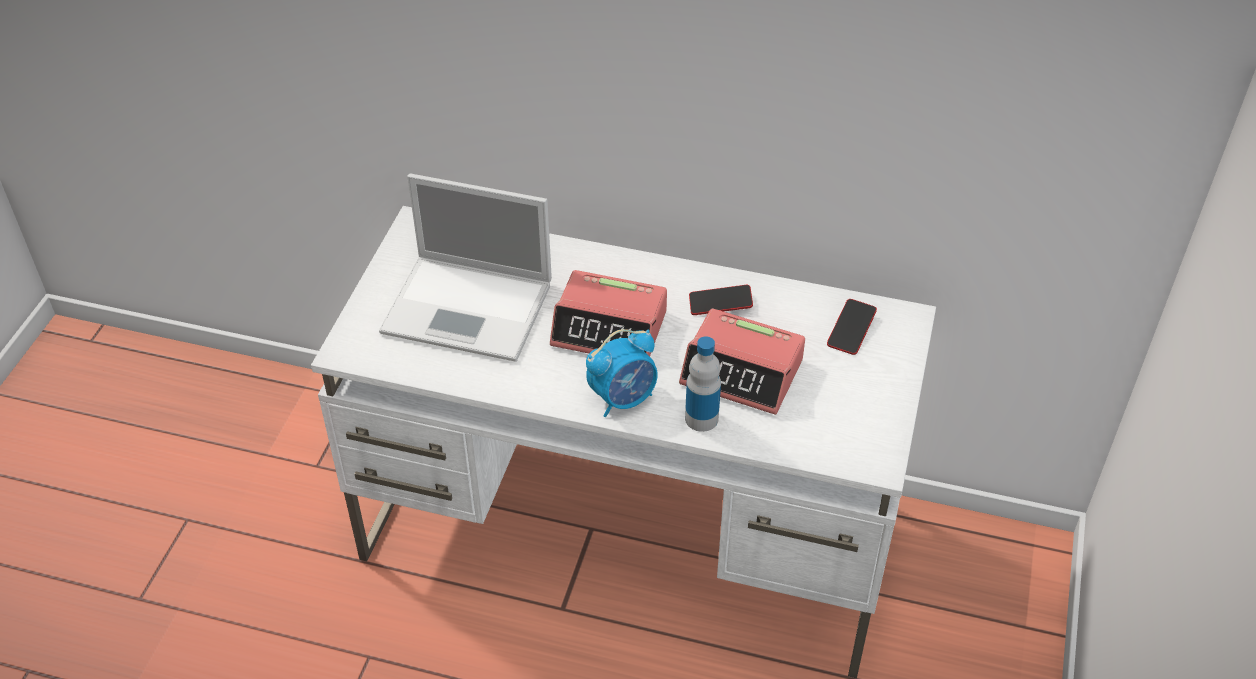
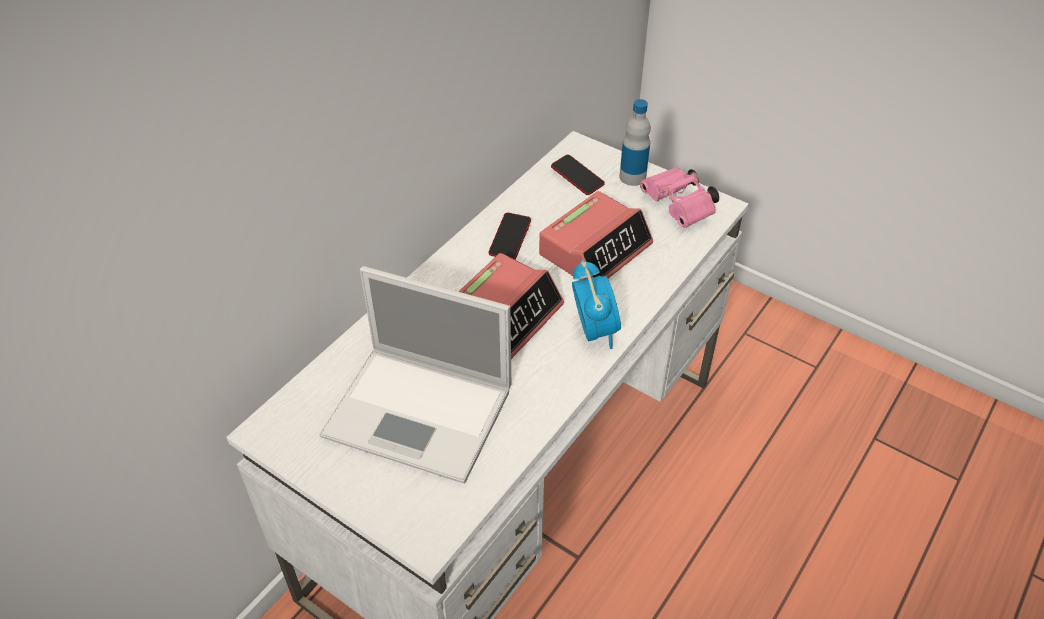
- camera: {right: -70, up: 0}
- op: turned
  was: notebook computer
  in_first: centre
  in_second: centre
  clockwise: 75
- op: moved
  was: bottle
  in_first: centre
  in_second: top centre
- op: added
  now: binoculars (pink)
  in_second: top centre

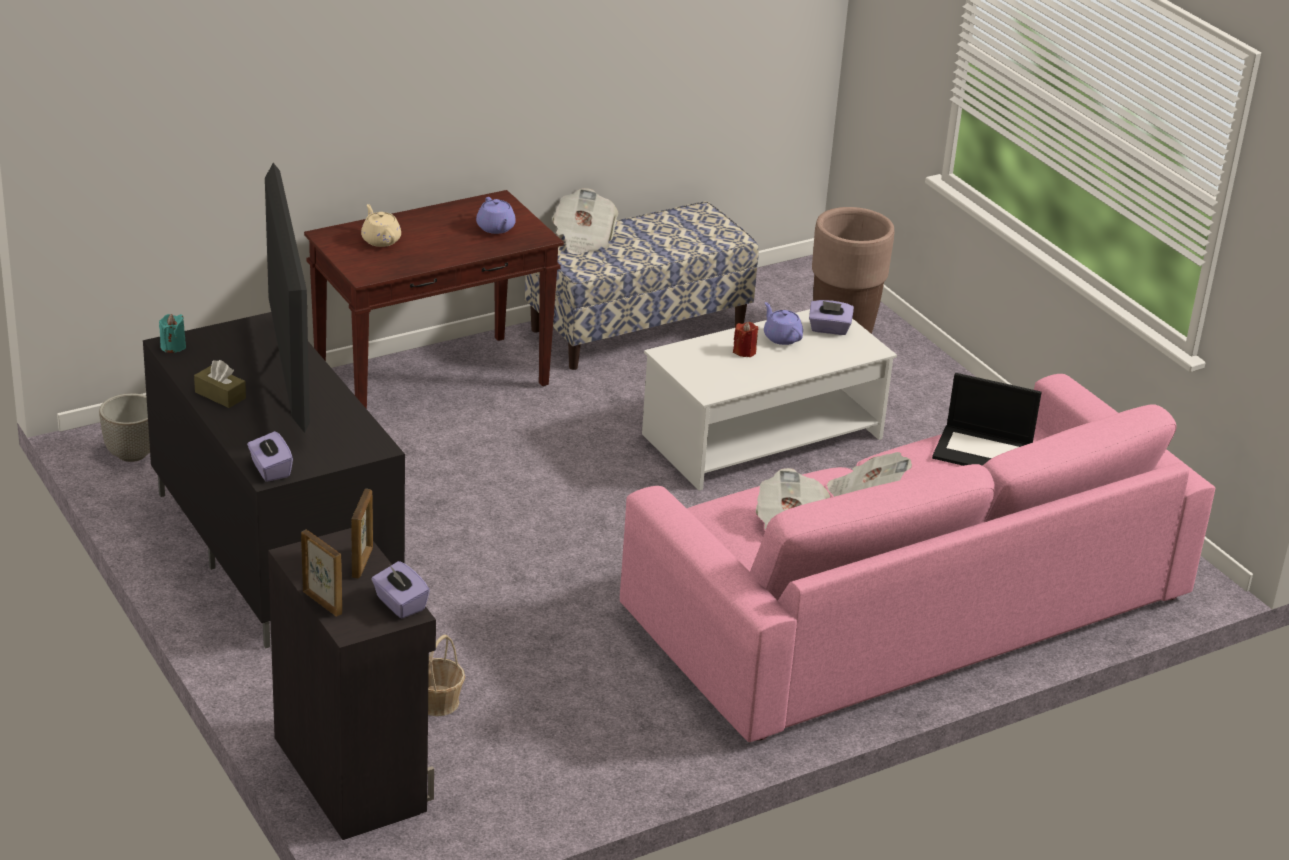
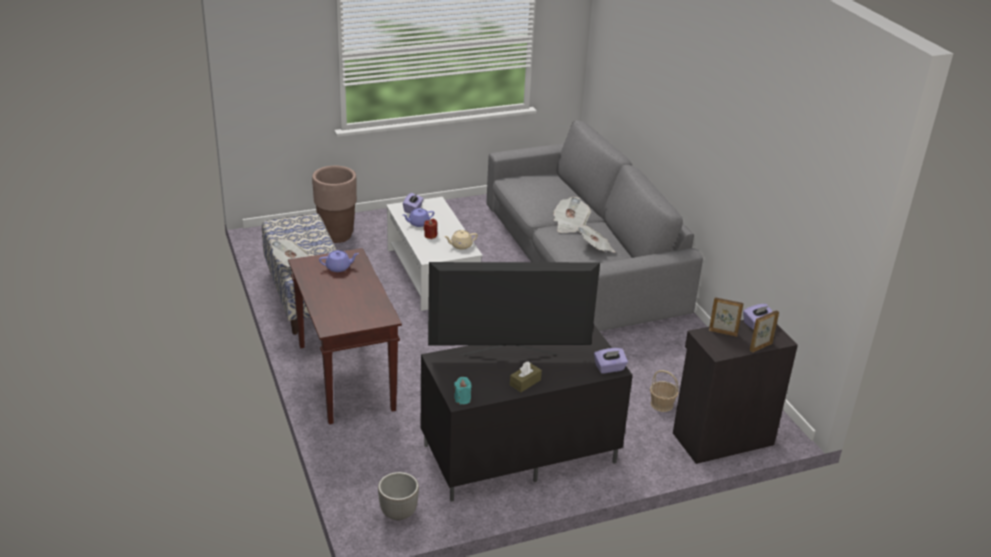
- camera: {right: -80, up: 0}
- op: moved
  was: pot for tea (beige)
  in_first: top left
  in_second: centre
- op: recoloured
  was: settee (pink)
  now: settee (grey)
  in_first: middle right
  in_second: centre
- op: removed
  was: notebook computer
  in_first: middle right

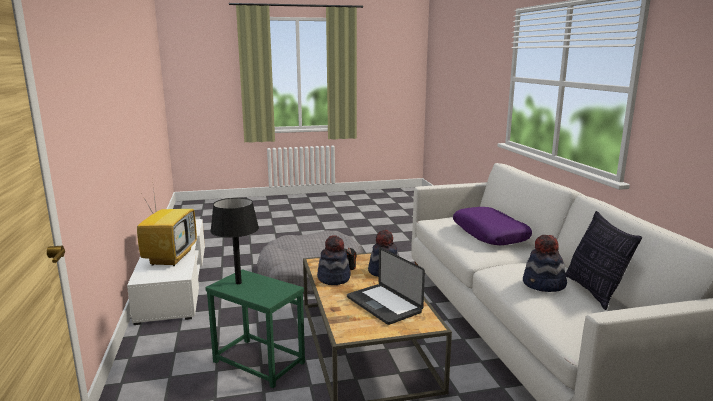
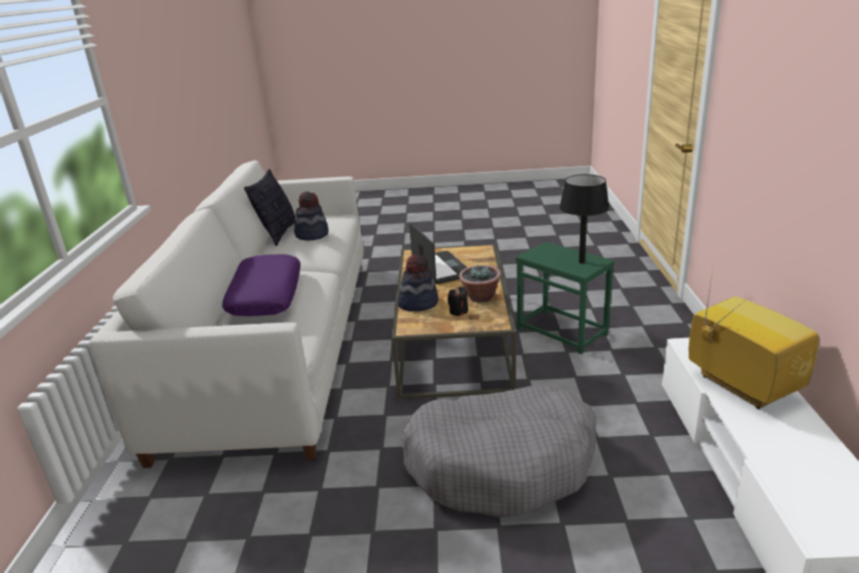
- camera: {right: -165, up: 10}
- op: turned
  was: TV set
  in_first: middle left
  in_second: middle right
  clockwise: 135
- op: replaced
  was: hat (1st from left)
  now: houseplant
  in_first: centre
  in_second: centre

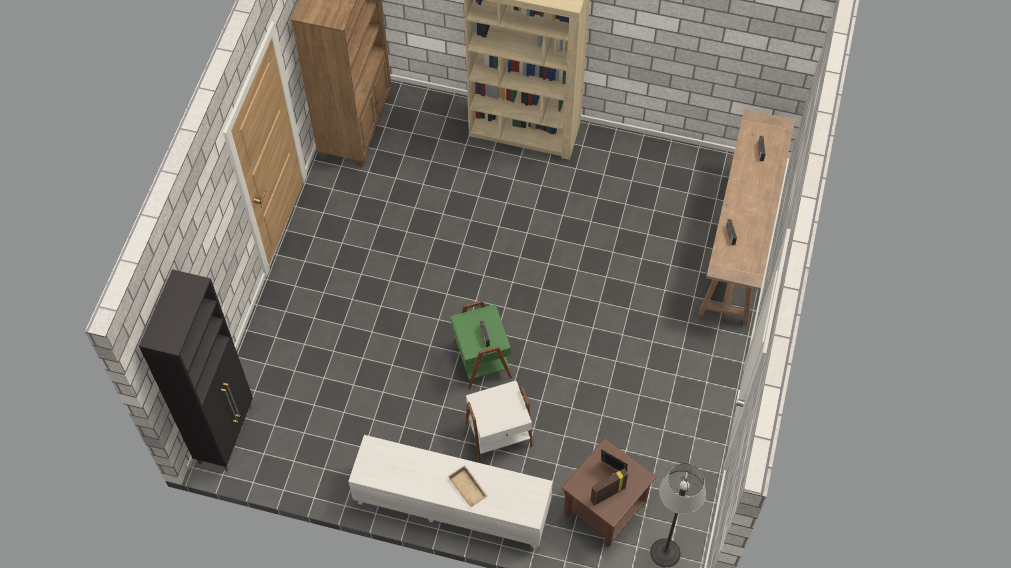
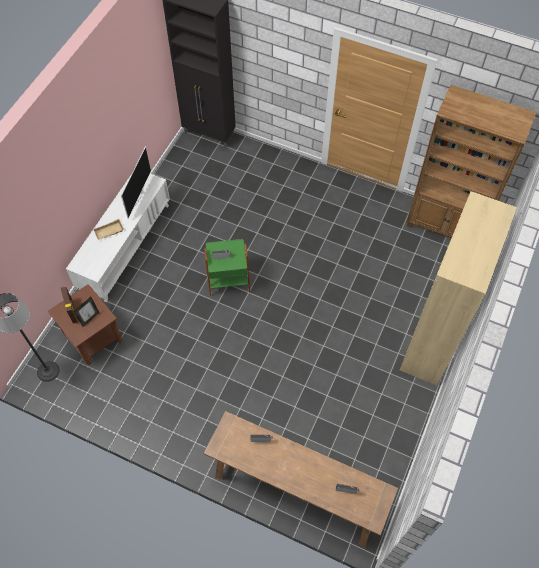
- camera: {right: 100, up: 0}
- op: removed
  was: accent table (white-coloured)
  in_first: bottom centre
- op: added
  now: TV set
  in_second: top left

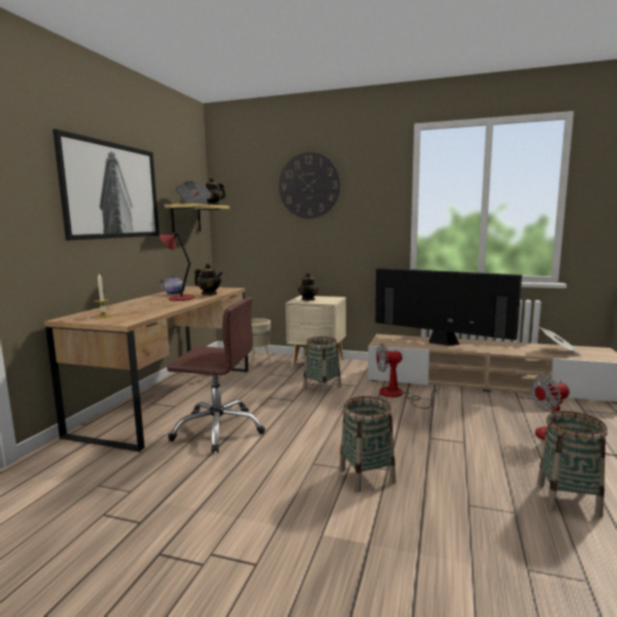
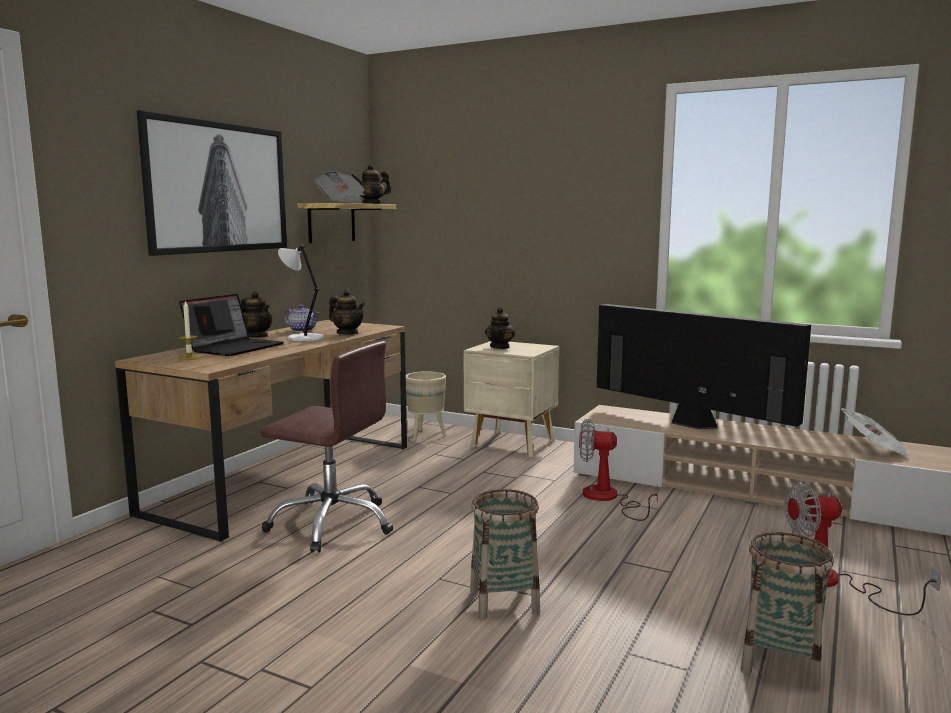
- camera: {right: 10, up: 0}
- op: recoloured
  was: tabletop lamp (red-coloured)
  now: tabletop lamp (white-coloured)
  in_first: middle left
  in_second: middle left
- op: removed
  was: hanging clock
  in_first: top centre
- op: removed
  was: household basket (1st from left)
  in_first: centre
- op: added
  now: notebook computer
  in_second: middle left
- op: added
  now: pot for tea (1st from left)
  in_second: middle left

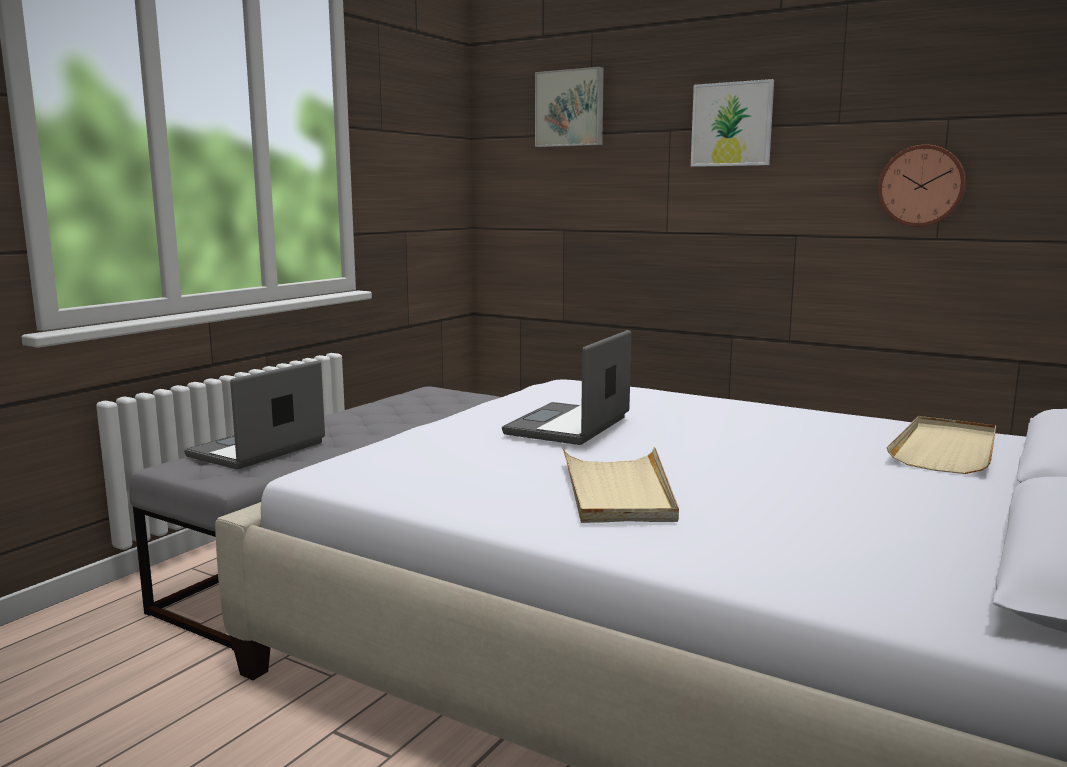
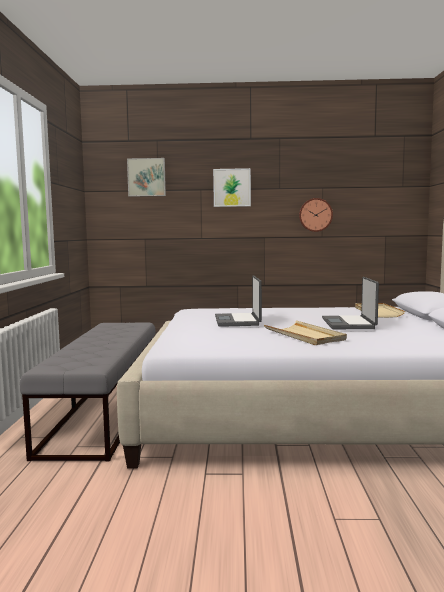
- camera: {right: -30, up: -5}
- op: moved
  was: notebook computer (1st from left in the first image)
  now: notebook computer (2nd from left)
  in_first: middle left
  in_second: middle right

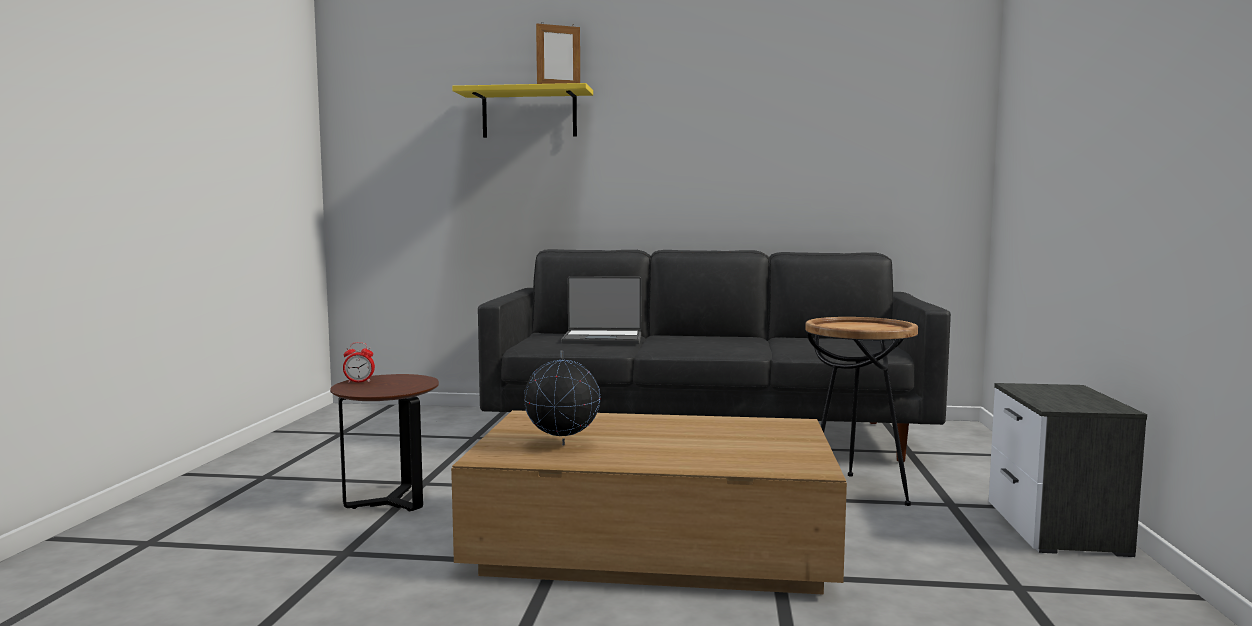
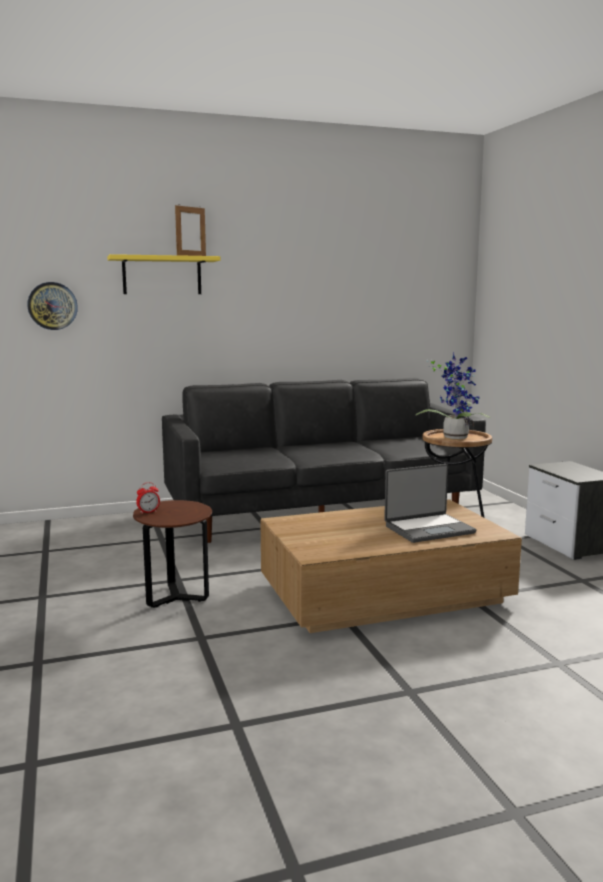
- camera: {right: -25, up: 5}
- op: removed
  was: globe
  in_first: centre
- op: moved
  was: notebook computer
  in_first: centre
  in_second: middle right
- op: added
  now: hanging clock
  in_second: middle left
- op: added
  now: houseplant
  in_second: middle right

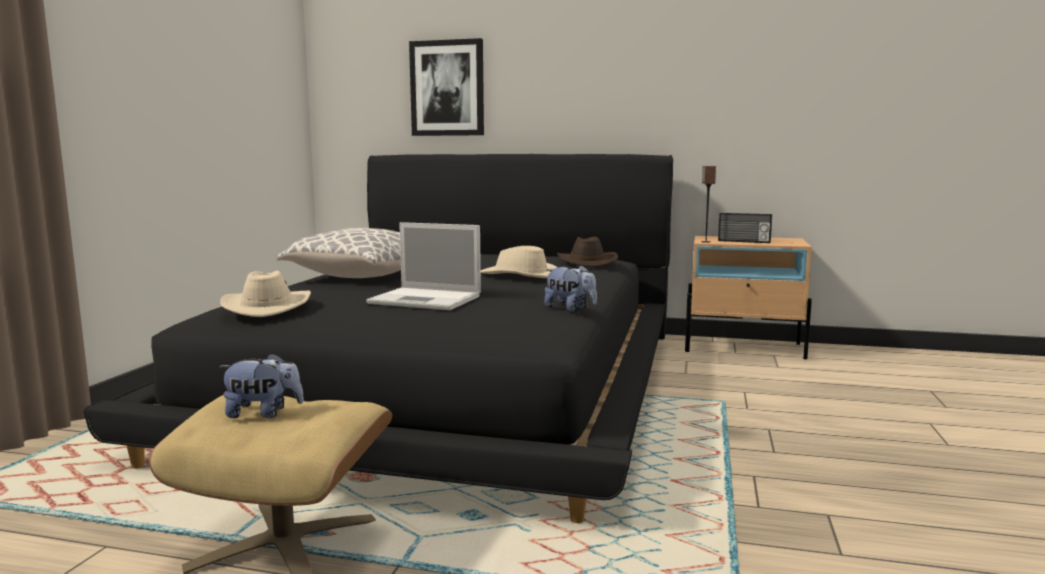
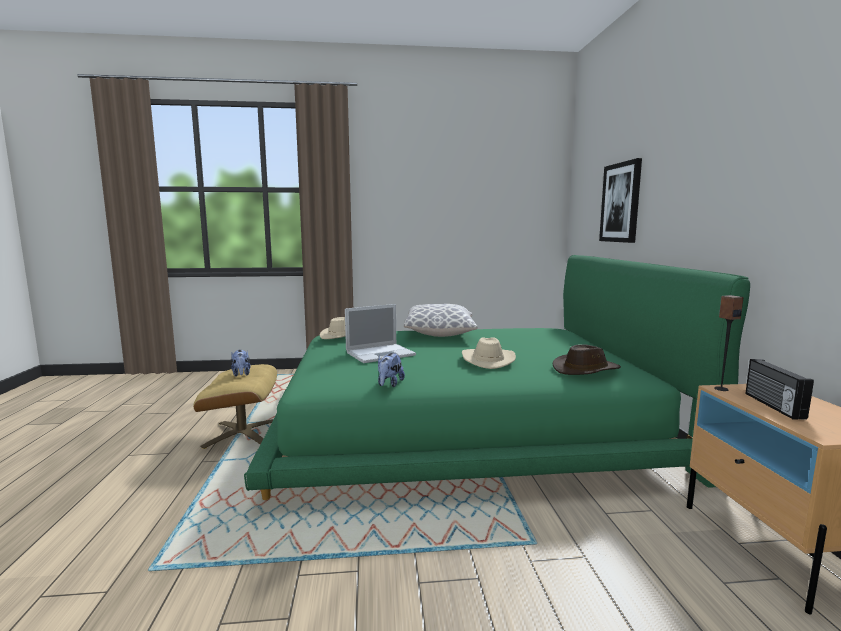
- camera: {right: 70, up: 0}
- op: recoloured
  was: bedroom bed (black)
  now: bedroom bed (green)
  in_first: centre
  in_second: centre
- op: turned
  was: notebook computer
  in_first: centre
  in_second: centre
  clockwise: -120

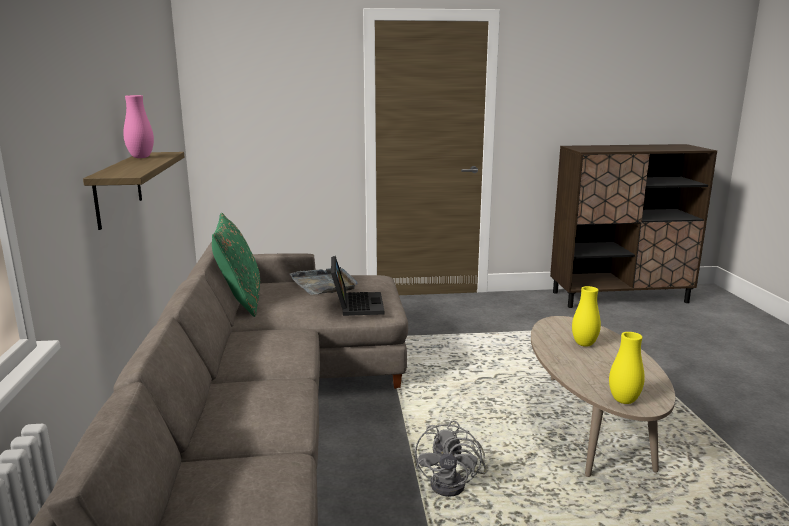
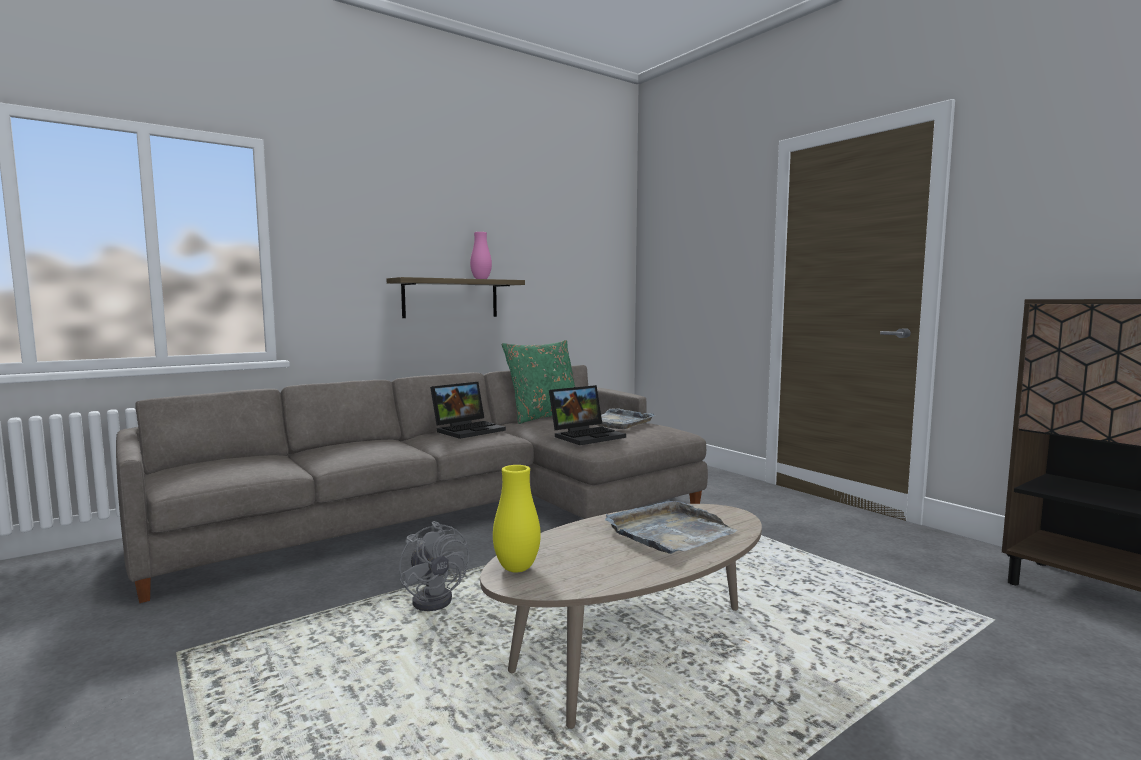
- camera: {right: 60, up: -10}
- op: turned
  was: cooling fan (grey)
  in_first: bottom centre
  in_second: bottom centre
  clockwise: -105
- op: replaced
  was: vase (yellow-coloured) (1st from left)
  now: tray (grey) (2nd from left)
  in_first: middle right
  in_second: bottom centre
- op: added
  now: notebook computer (1st from left)
  in_second: centre

